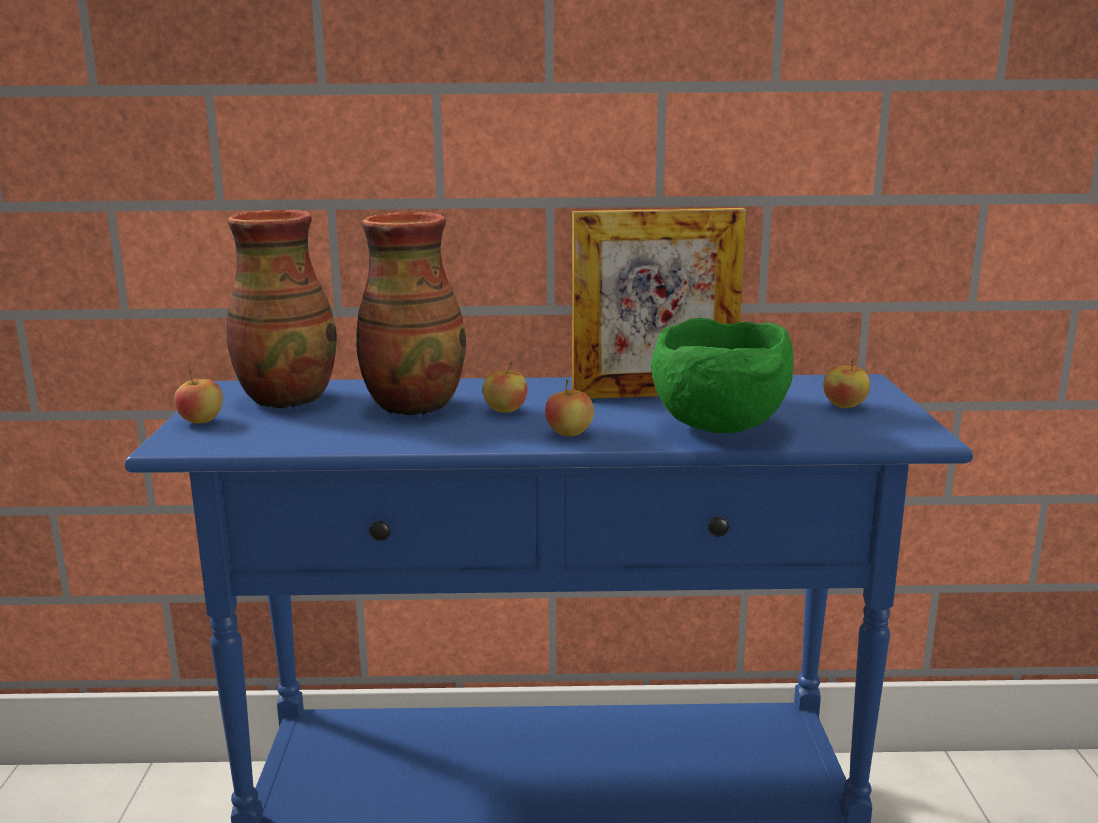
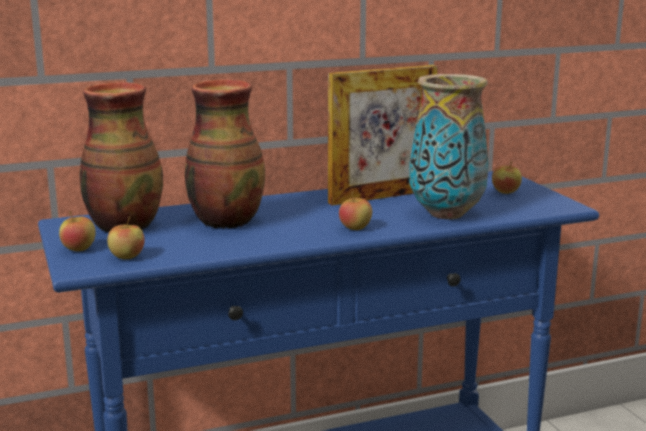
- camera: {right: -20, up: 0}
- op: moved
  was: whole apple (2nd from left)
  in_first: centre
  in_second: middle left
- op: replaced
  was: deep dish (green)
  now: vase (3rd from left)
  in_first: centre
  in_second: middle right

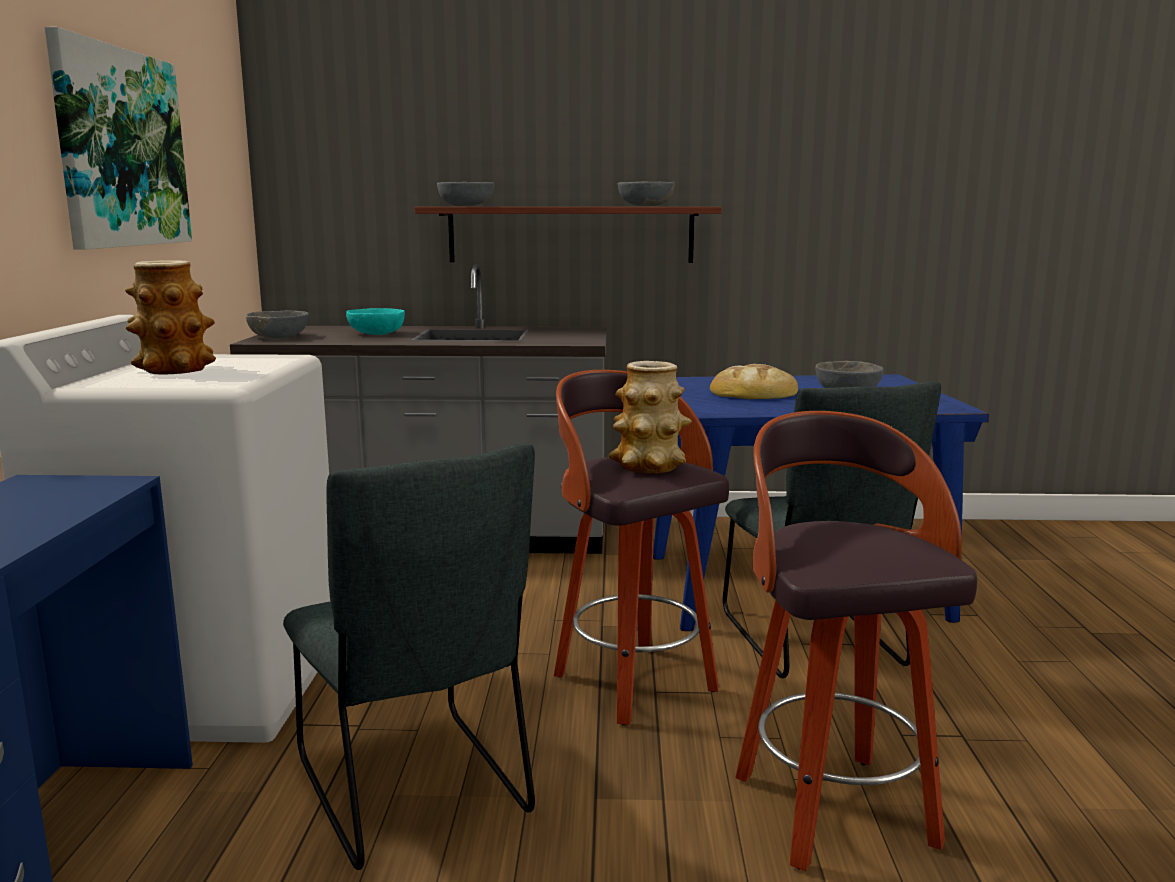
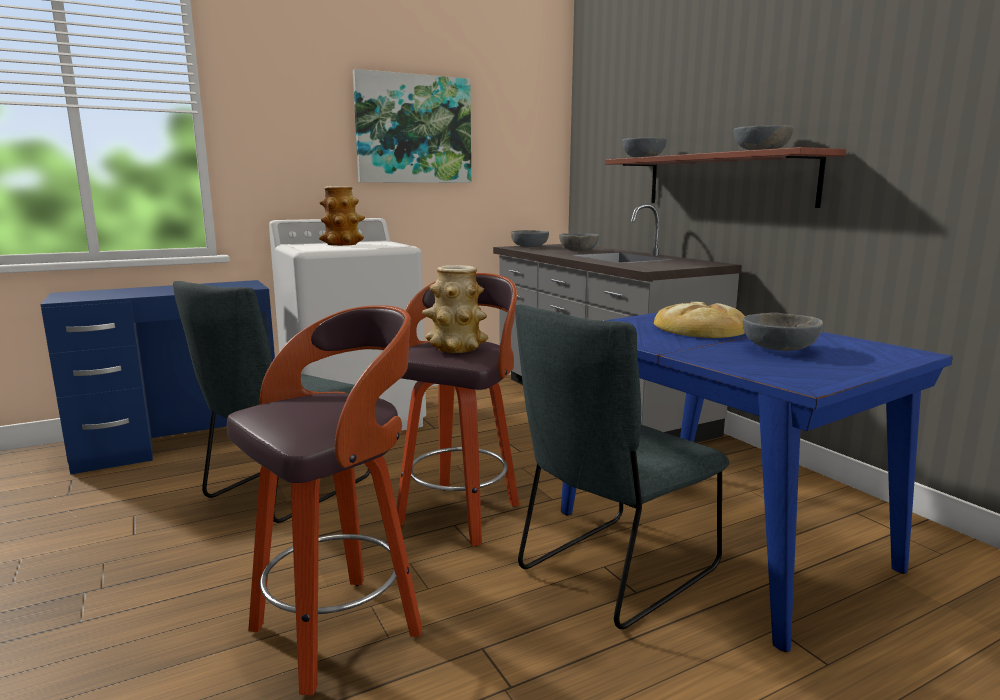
- camera: {right: 60, up: 0}
- op: recoloured
  was: deep dish (turquoise)
  now: deep dish (grey) (2nd from left)
  in_first: middle left
  in_second: centre

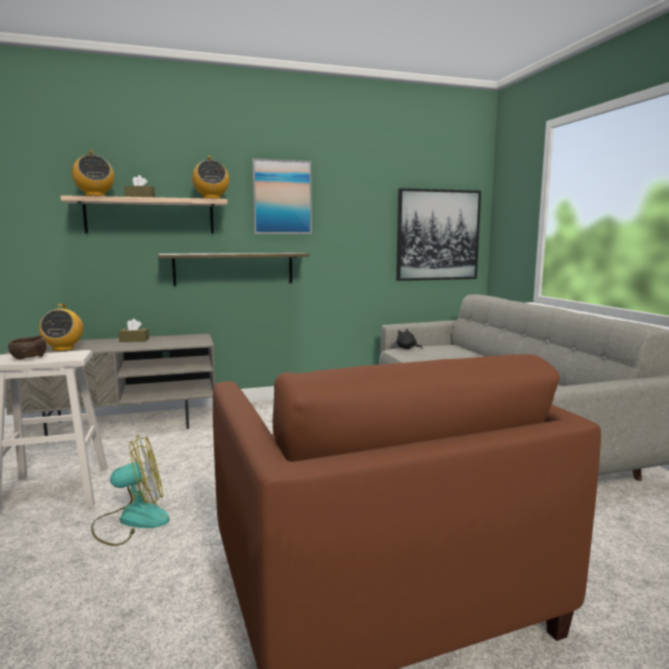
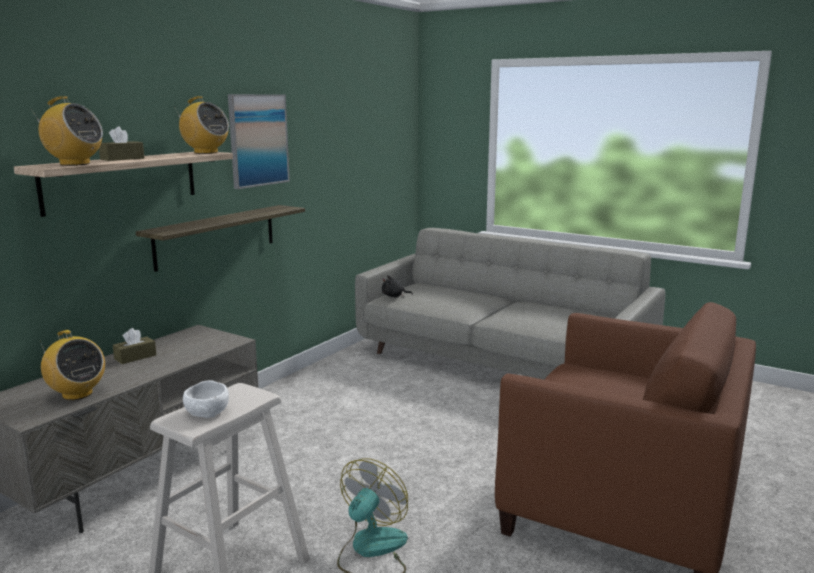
- camera: {right: -40, up: 5}
- op: recoloured
  was: deep dish (brown-coloured)
  now: deep dish (white-coloured)
  in_first: middle left
  in_second: bottom left
- op: removed
  was: wall art (2nd from left)
  in_first: centre

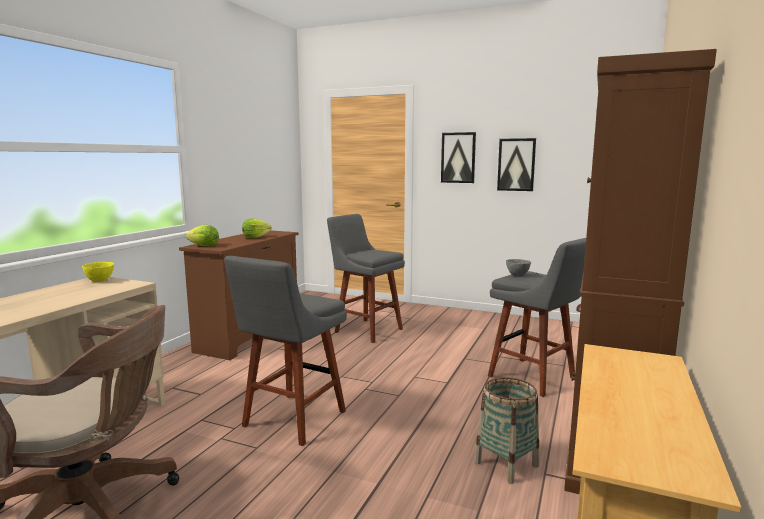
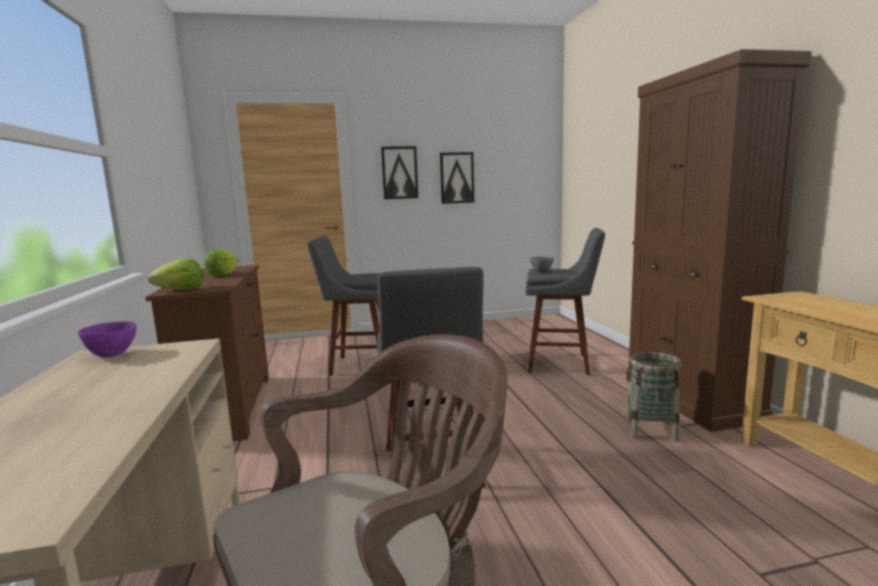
- camera: {right: -35, up: 0}
- op: recoloured
  was: deep dish (yellow-coloured)
  now: deep dish (purplish)
  in_first: middle left
  in_second: middle left

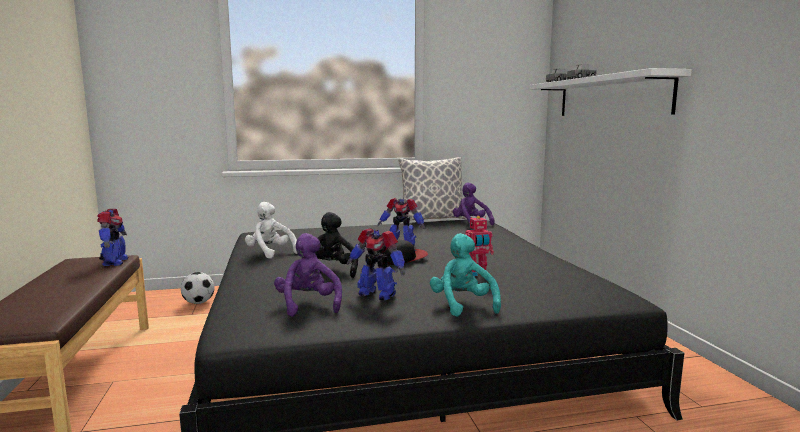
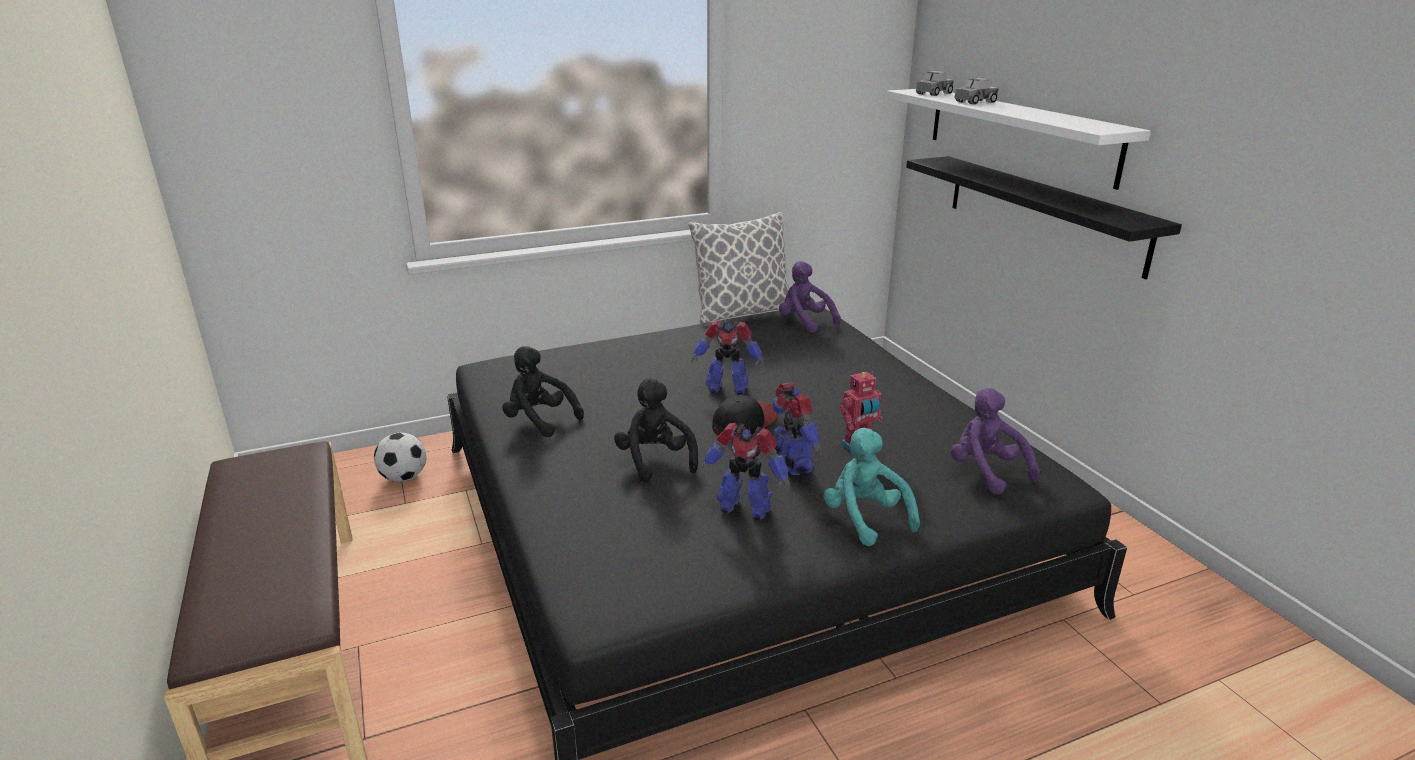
- camera: {right: -10, up: 15}
- op: moved
  was: toy robot (1st from left in the first image)
  now: toy robot (3rd from left)
  in_first: middle left
  in_second: centre
- op: recoloured
  was: cuddly toy (white-coloured)
  now: cuddly toy (black) (1st from left)
  in_first: centre
  in_second: centre
- op: moved
  was: cuddly toy (purplish) (1st from left in the first image)
  now: cuddly toy (purplish) (2nd from left)
  in_first: centre
  in_second: middle right
- op: added
  now: bracket shelf (black)
  in_second: top right

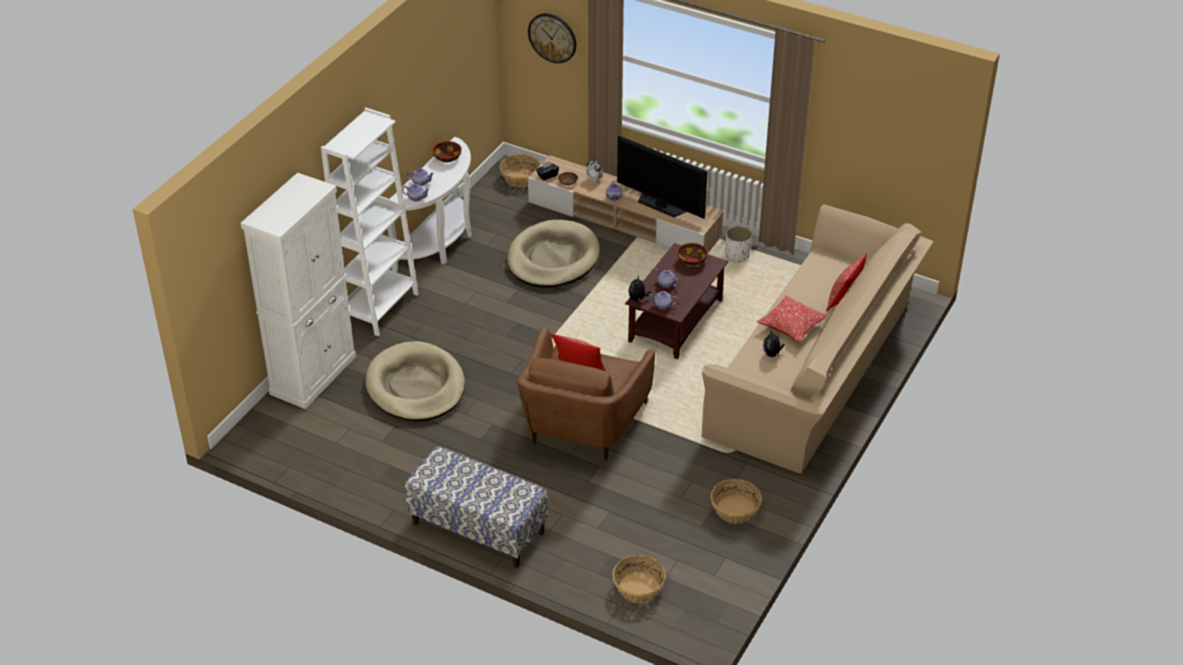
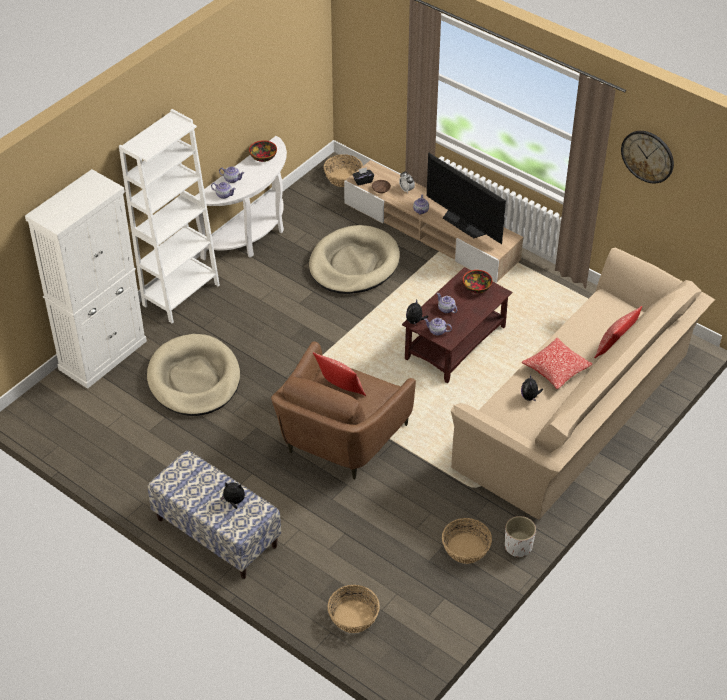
- camera: {right: 10, up: 5}
- op: moved
  was: hanging clock
  in_first: top centre
  in_second: top right
- op: moved
  was: planter (white-coloured)
  in_first: centre
  in_second: bottom right
- op: added
  now: cuddly toy (1st from left)
  in_second: bottom left

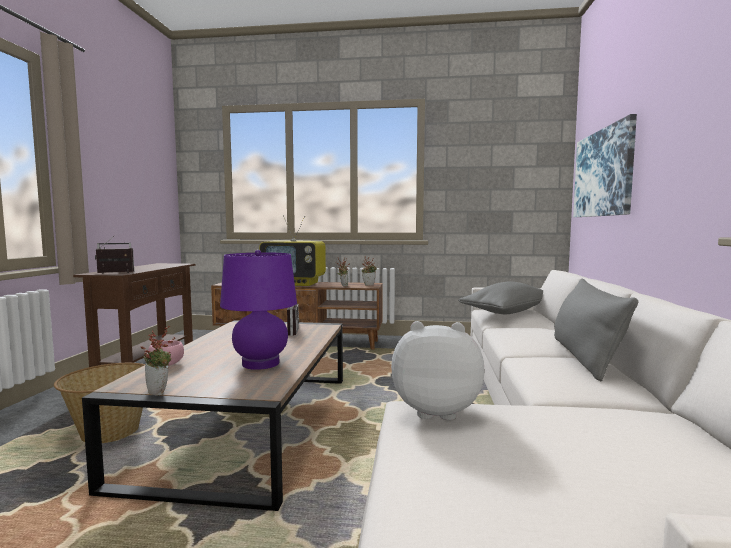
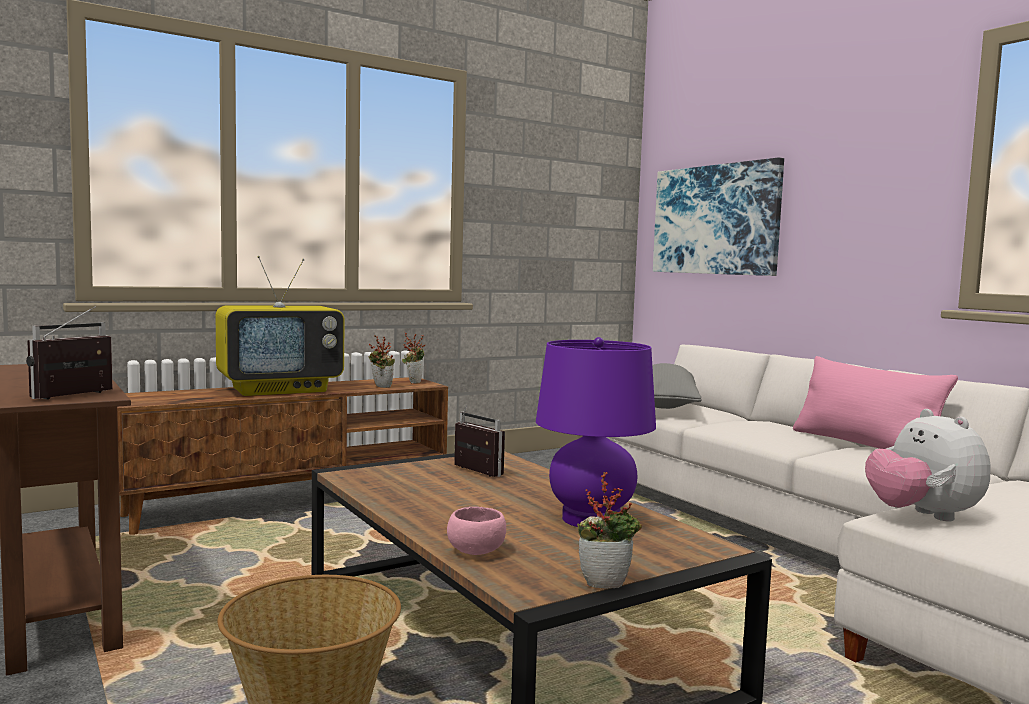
- camera: {right: -40, up: 0}
- op: turned
  was: cuddly toy
  in_first: bottom centre
  in_second: middle right
  clockwise: -75
- op: recoloured
  was: pillow (grey) (2nd from left)
  now: pillow (pink)
  in_first: middle right
  in_second: middle right

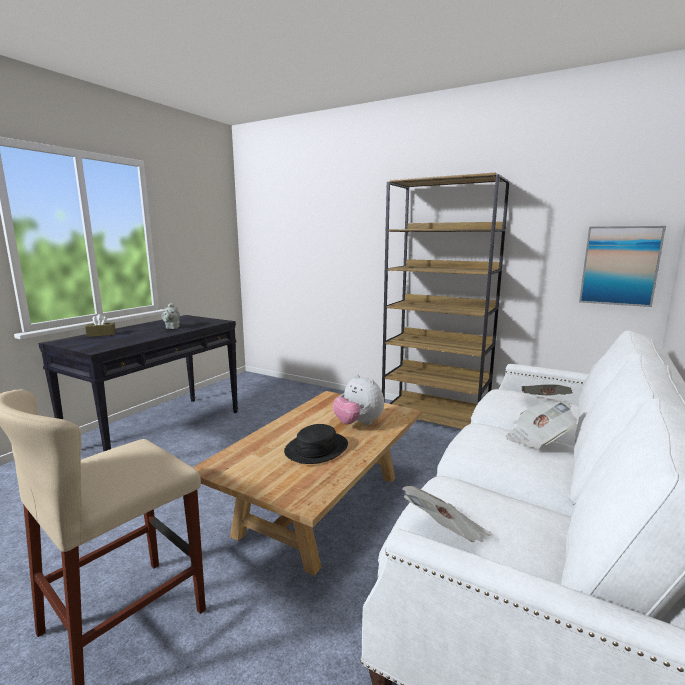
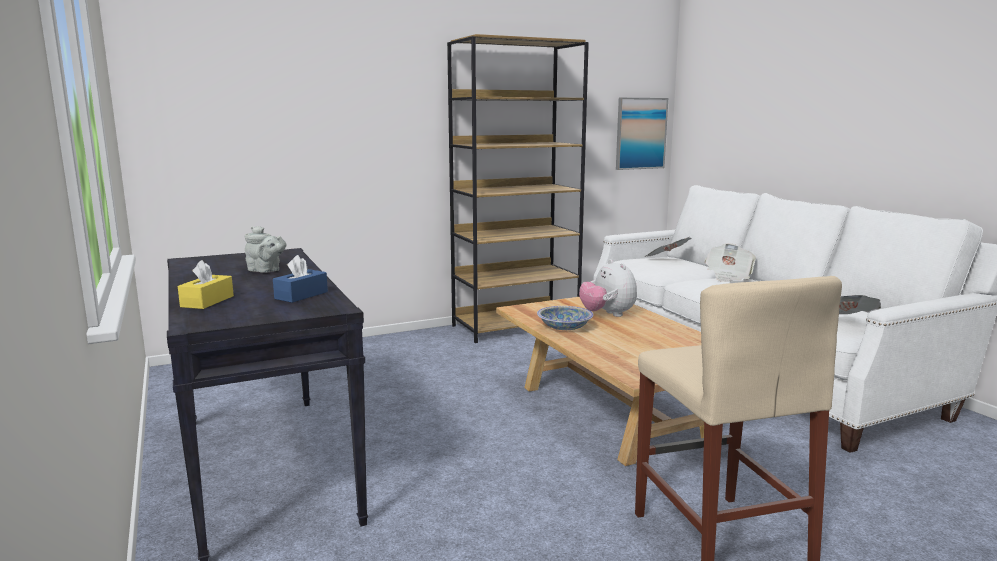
- camera: {right: -55, up: 0}
- op: recoloured
  was: box of tissues (brown-coloured)
  now: box of tissues (yellow-coloured)
  in_first: middle left
  in_second: middle left
- op: removed
  was: hat (black)
  in_first: centre
- op: turned
  was: cuddly toy
  in_first: centre
  in_second: centre
  clockwise: 75
- op: added
  now: box of tissues (blue)
  in_second: middle left
- op: added
  now: deep dish
  in_second: centre

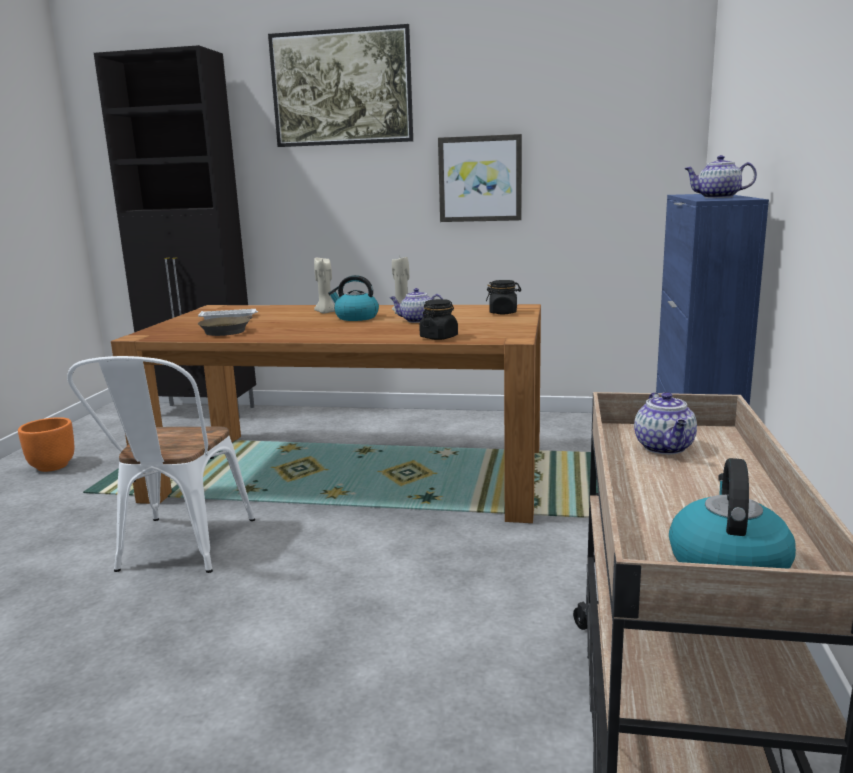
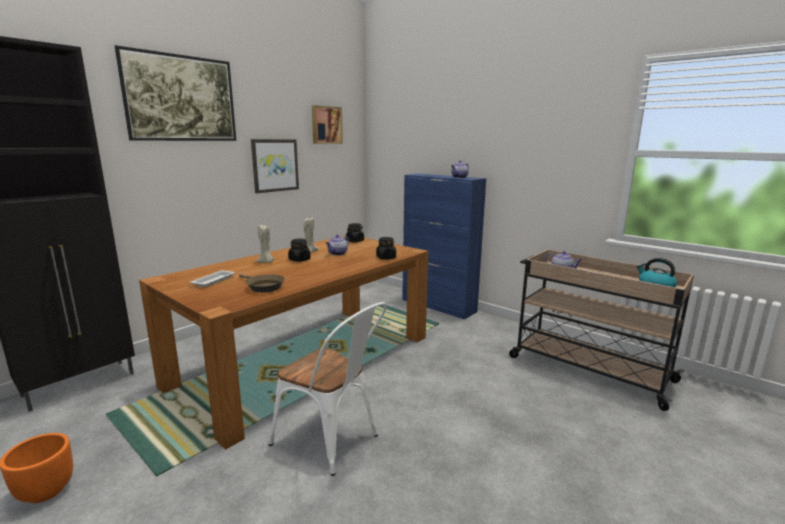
- camera: {right: -60, up: 0}
- op: replaced
  was: tea kettle (1st from left)
  now: preserve jar (black) (1st from left)
  in_first: centre
  in_second: centre
- op: added
  now: wall art (3rd from left)
  in_second: top centre

